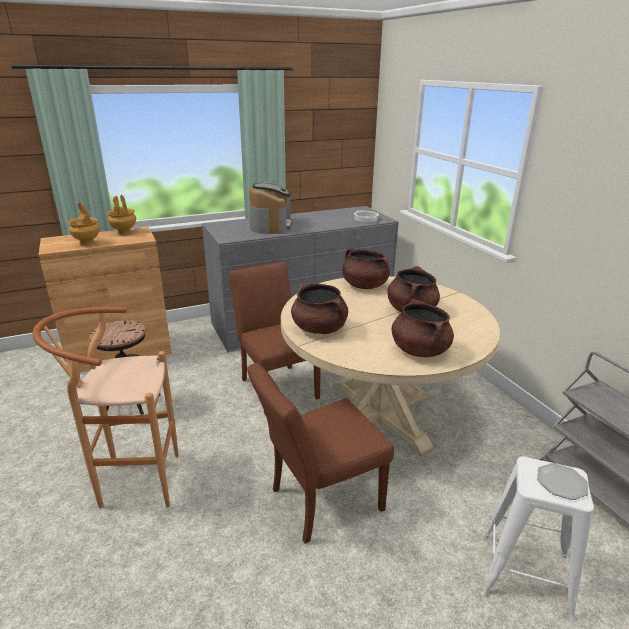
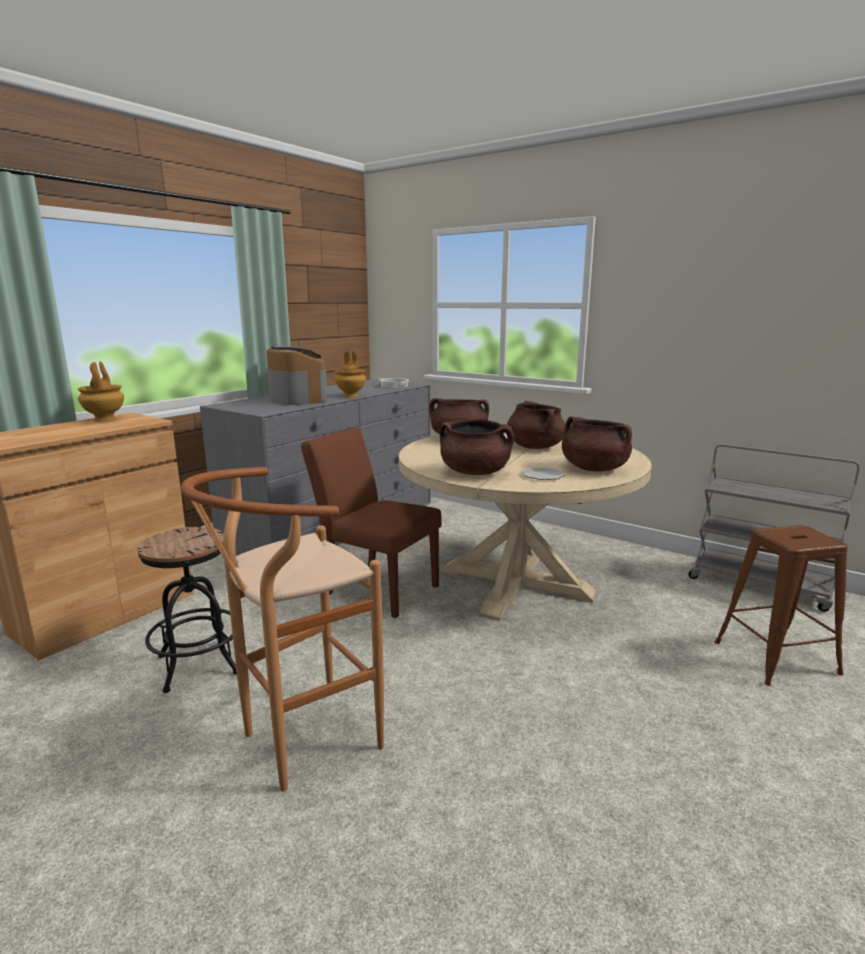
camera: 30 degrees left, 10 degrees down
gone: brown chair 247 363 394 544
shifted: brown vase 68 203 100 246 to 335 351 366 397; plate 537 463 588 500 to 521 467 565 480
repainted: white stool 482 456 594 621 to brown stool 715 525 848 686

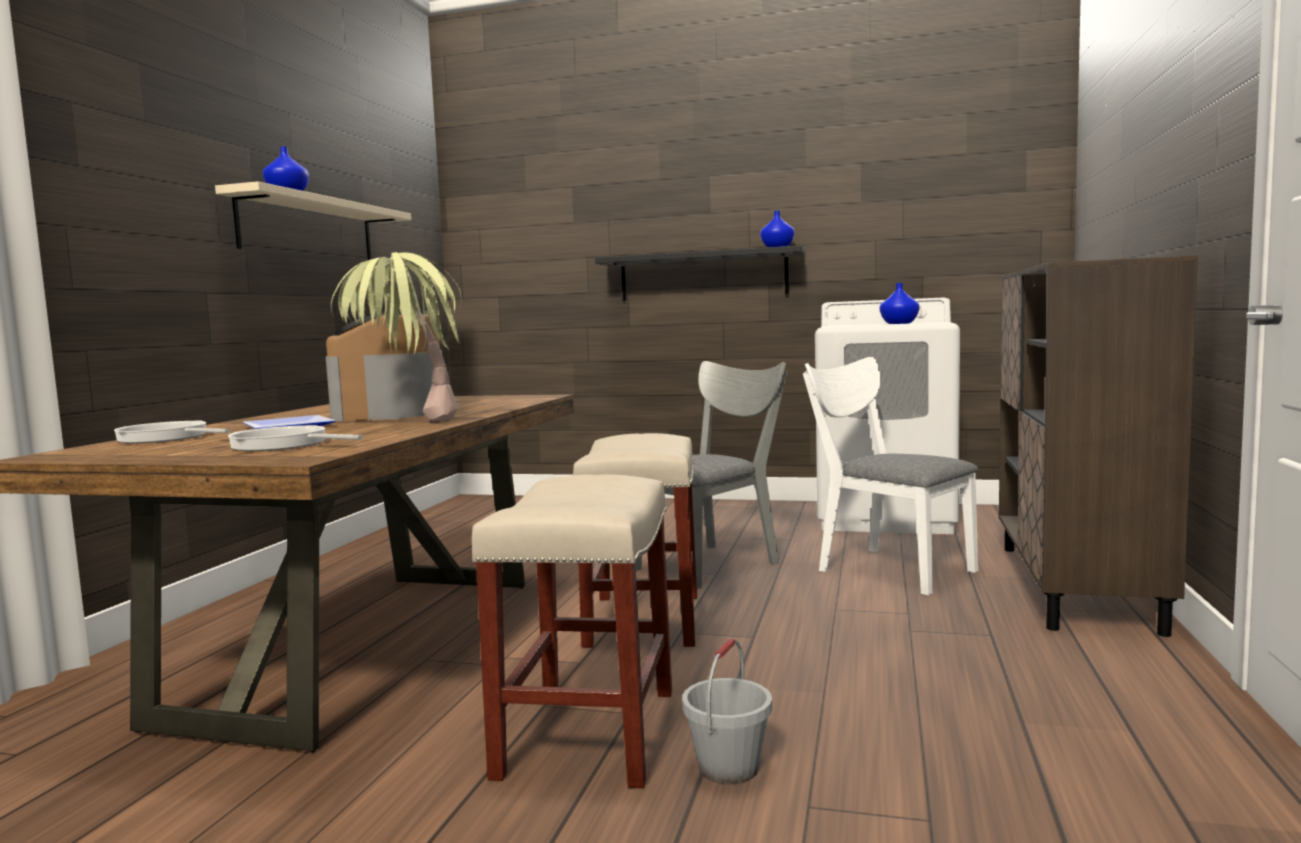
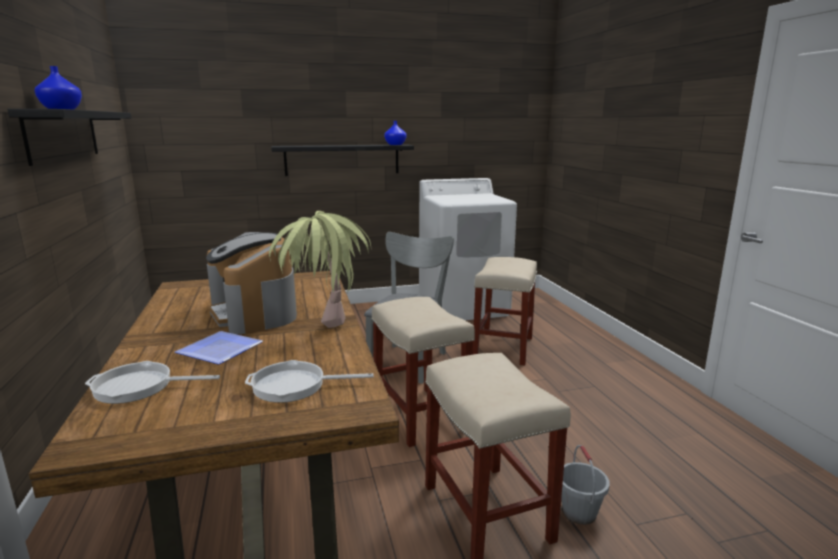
camera: 30 degrees left, 10 degrees up
gone: blue vase 880 283 920 324; brown cabinet 999 255 1198 637
swapped: white chair 803 357 978 595 to beige stool 473 257 537 365
repainted: beige shelf 215 181 411 260 to black shelf 7 109 131 166

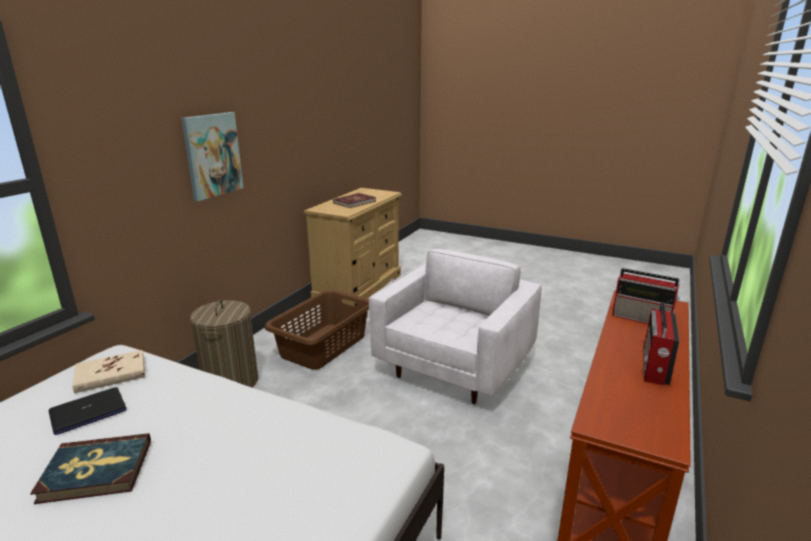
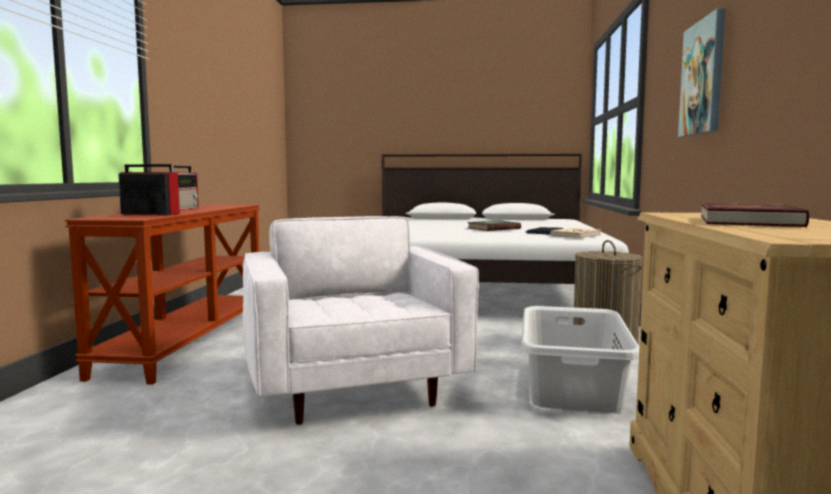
camera: 160 degrees right, 15 degrees down
repainted: brown laundry basket 265 289 369 370 to grey laundry basket 521 306 639 413
rotated: white armchair 369 249 542 404 = 243 216 479 425 150 degrees clockwise

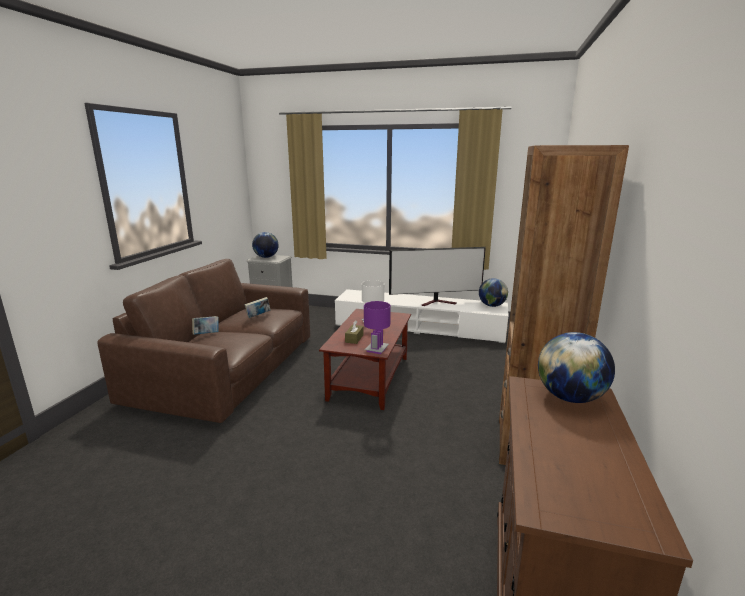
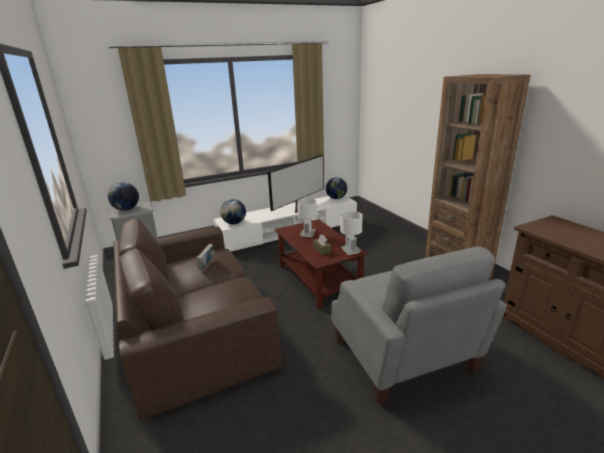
camera: 40 degrees left, 5 degrees up
gone: book 192 316 219 335
new: grey armchair 331 246 507 405
shifted: globe 538 332 615 403 to 220 199 246 225
repainted: purple table lamp 364 301 391 354 to white table lamp 340 211 363 255

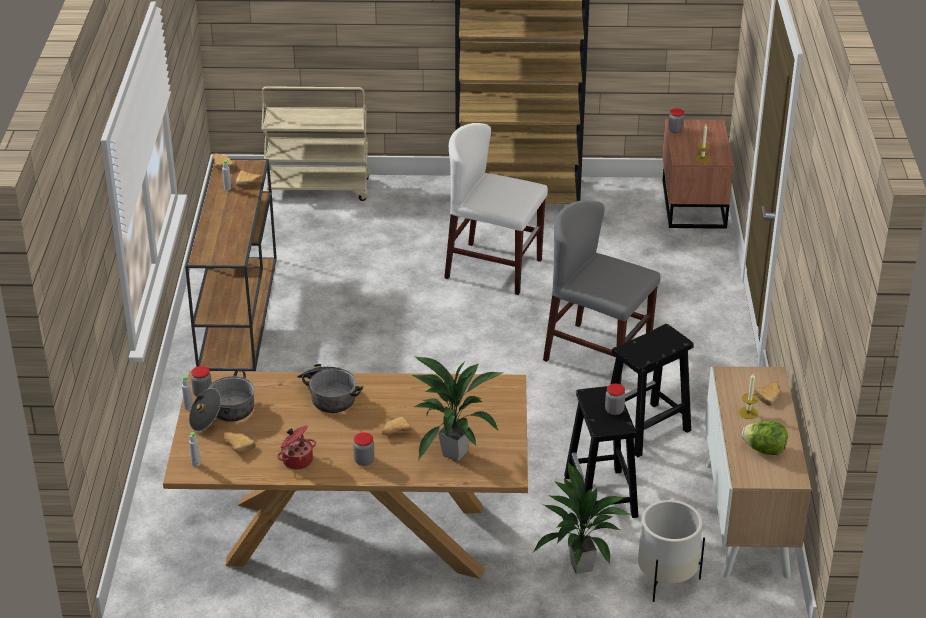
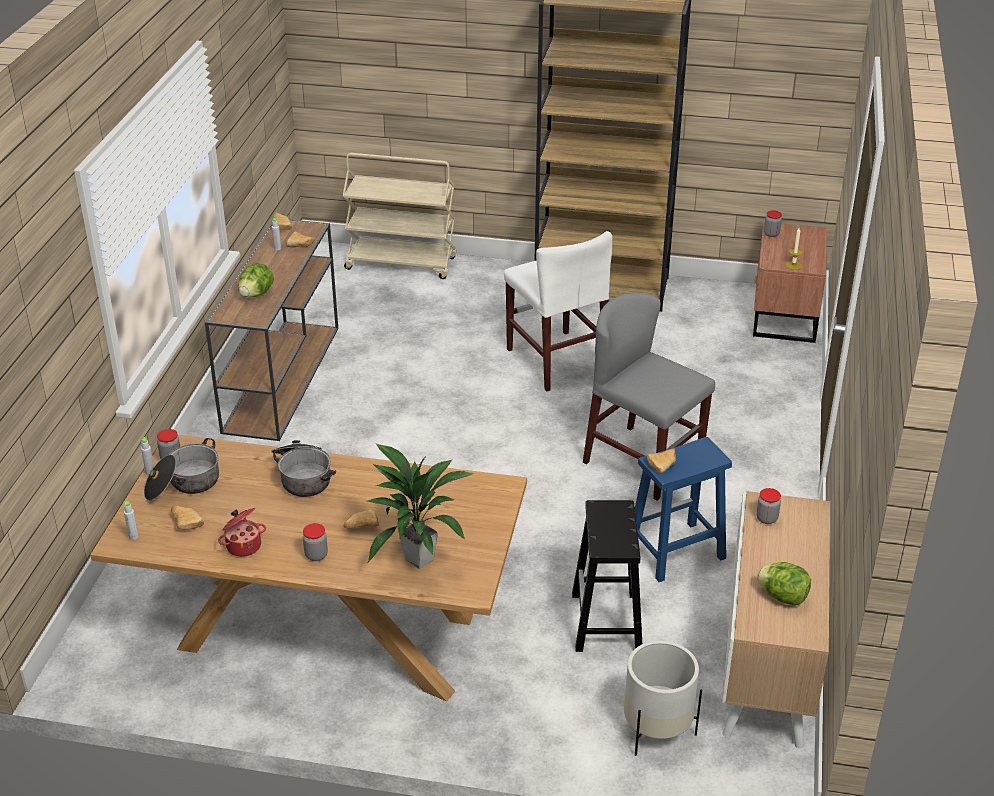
camera: 10 degrees right, 0 degrees up
gone: potted plant 533 462 631 574; candle 739 373 758 419
new: lettuce 238 263 274 297
shifted: jar 605 384 625 415 to 756 488 781 524; bread 754 381 781 406 to 647 448 676 474
repainted: black stool 610 324 694 458 to blue stool 635 437 732 582
rotated: white chair 444 123 548 295 = 504 231 612 391 150 degrees counterclockwise

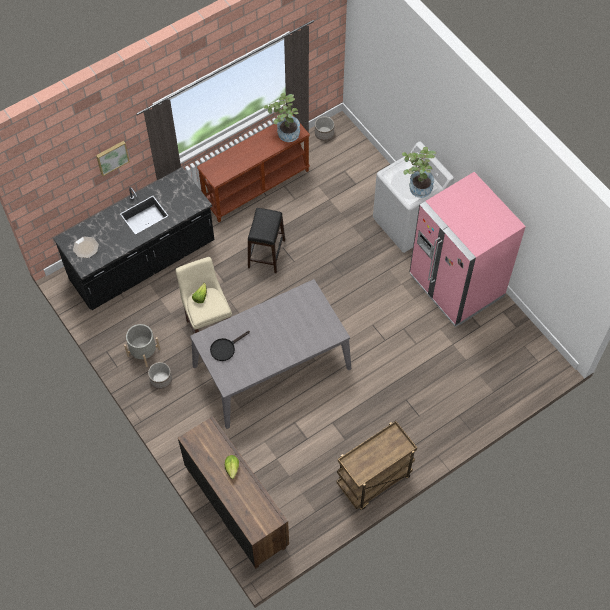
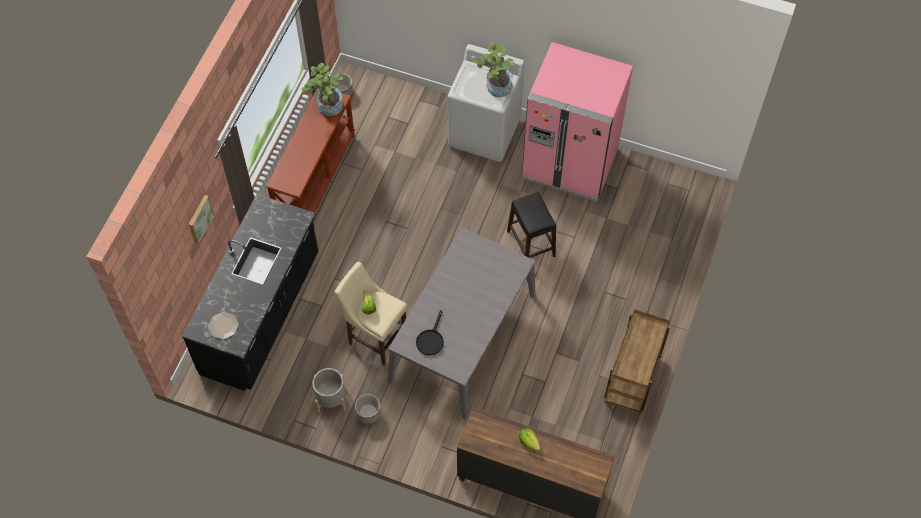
camera: 35 degrees left, 0 degrees up
shifted: black stool 248 208 285 273 to 507 192 556 258

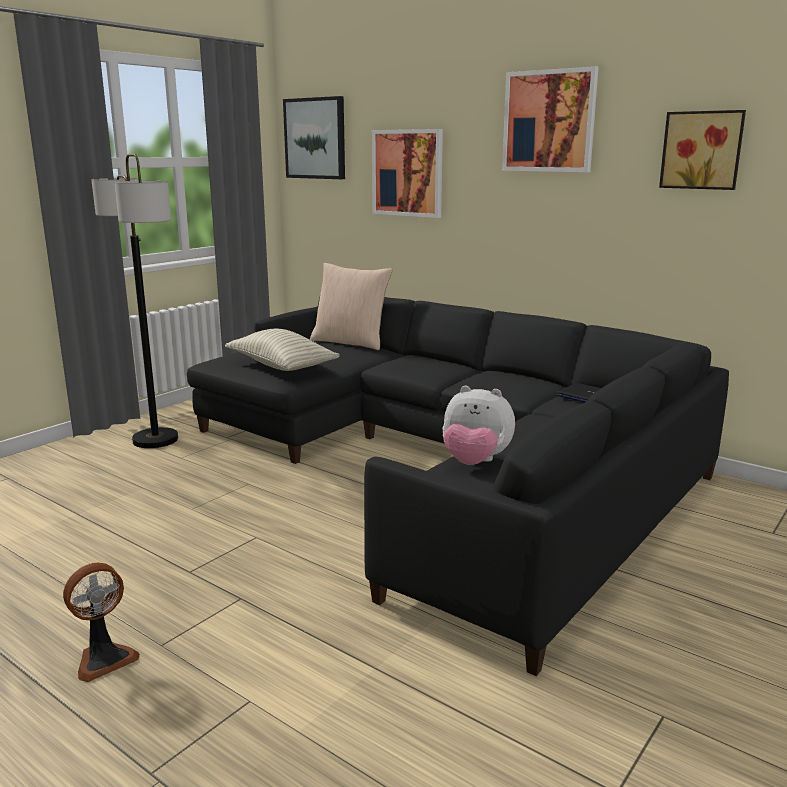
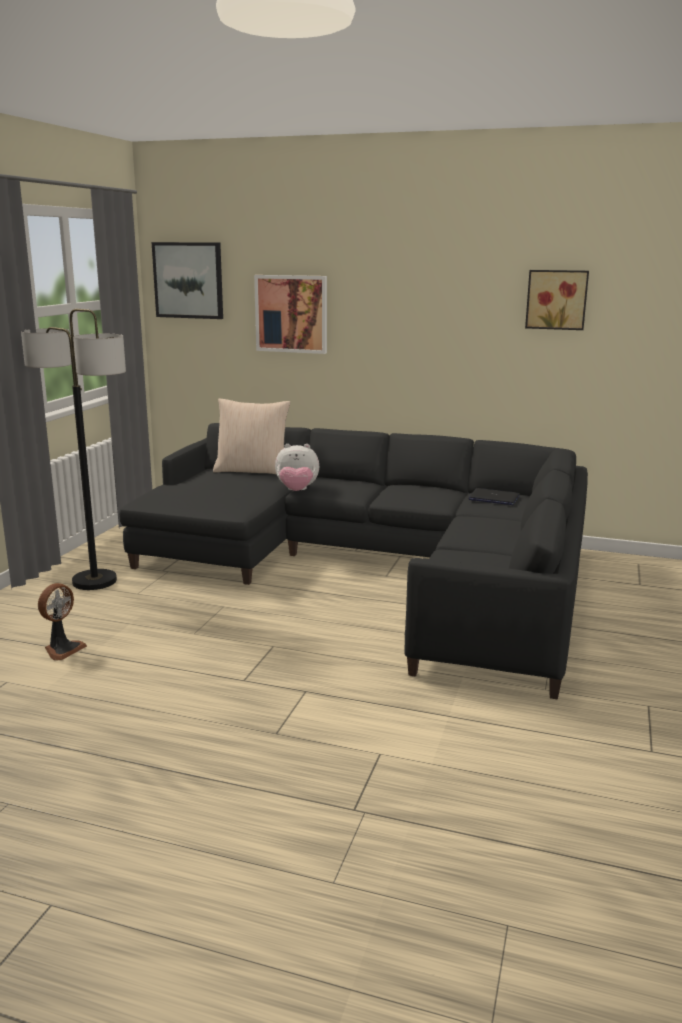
camera: 20 degrees left, 0 degrees up
gone: pillow 225 329 340 371; picture 502 66 599 172
shifted: fan 63 563 140 682 to 38 583 87 660; plush toy 442 386 515 465 to 275 444 319 491

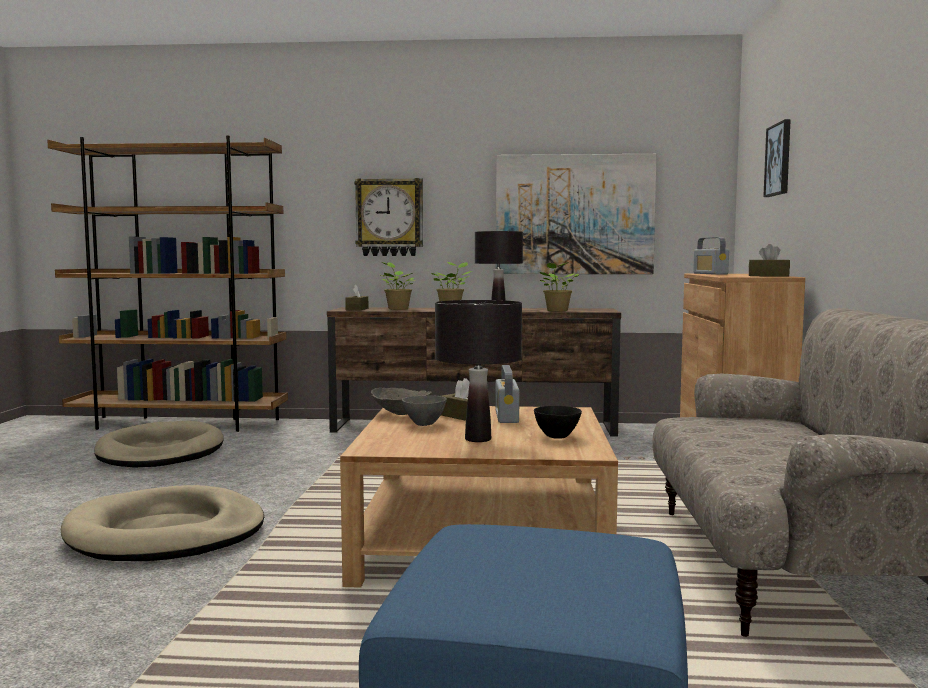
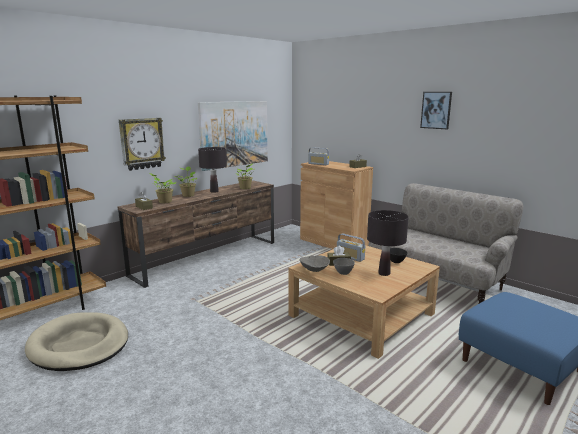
camera: 50 degrees left, 10 degrees up
gone: beige dog bed 61 485 264 561
shifted: picture 763 119 791 197 to 420 92 452 129

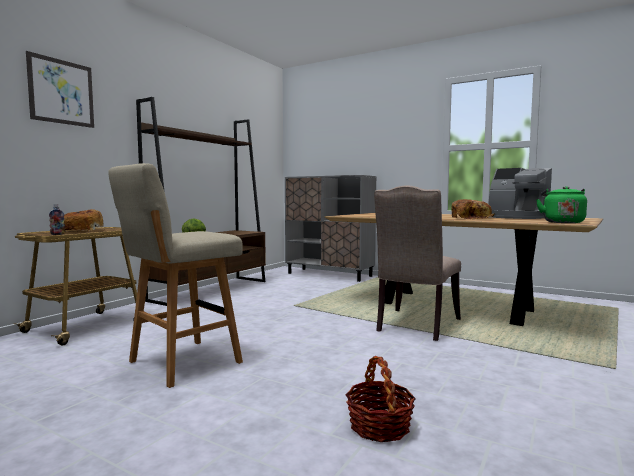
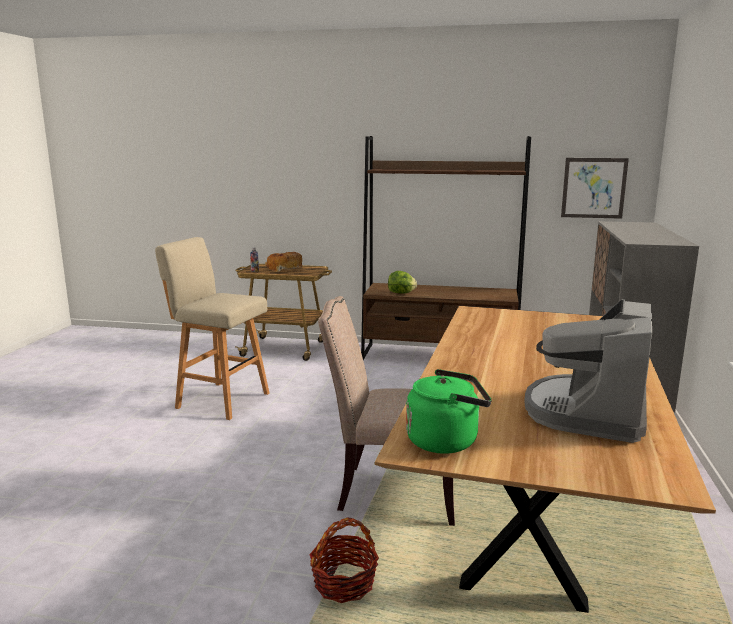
camera: 70 degrees right, 10 degrees up
gone: bread 451 199 495 219
shifted: picture 26 51 94 128 to 561 158 629 219; basket 345 356 416 442 to 309 518 379 603

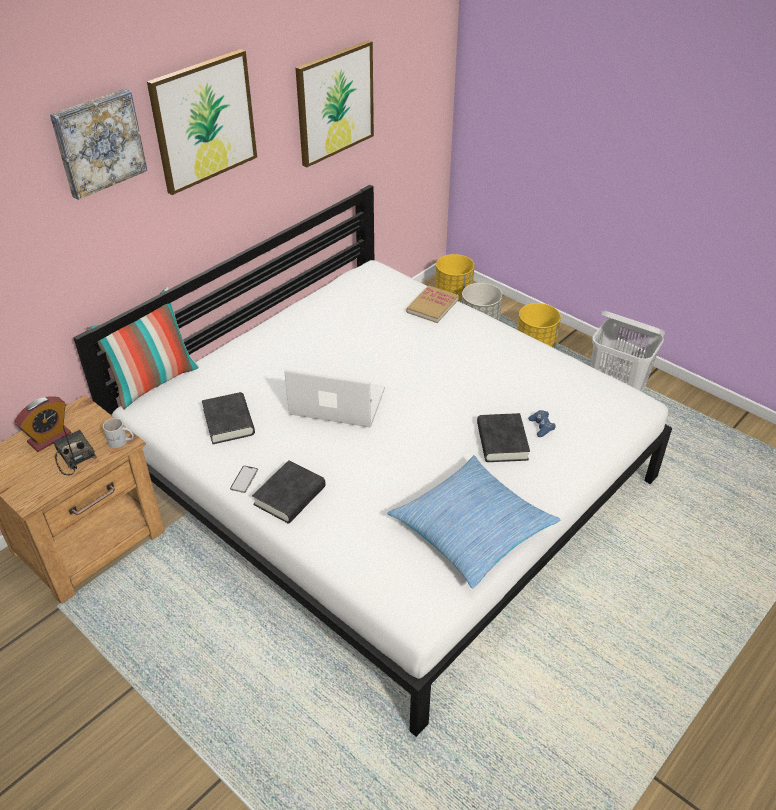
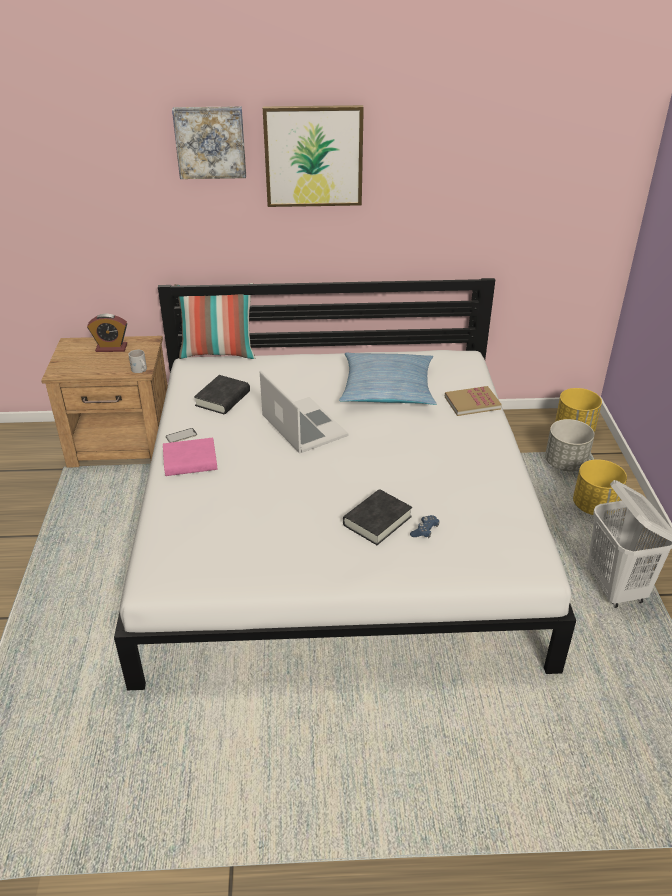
camera: 45 degrees right, 5 degrees down
gone: radio 53 426 97 476; picture 295 40 374 167
shifted: pillow 387 455 561 588 to 339 353 437 405
repainted: black book 252 460 326 524 to pink book 163 438 217 476

